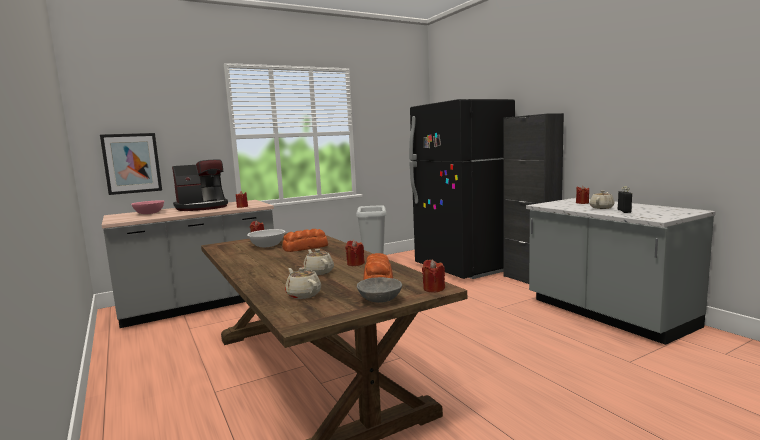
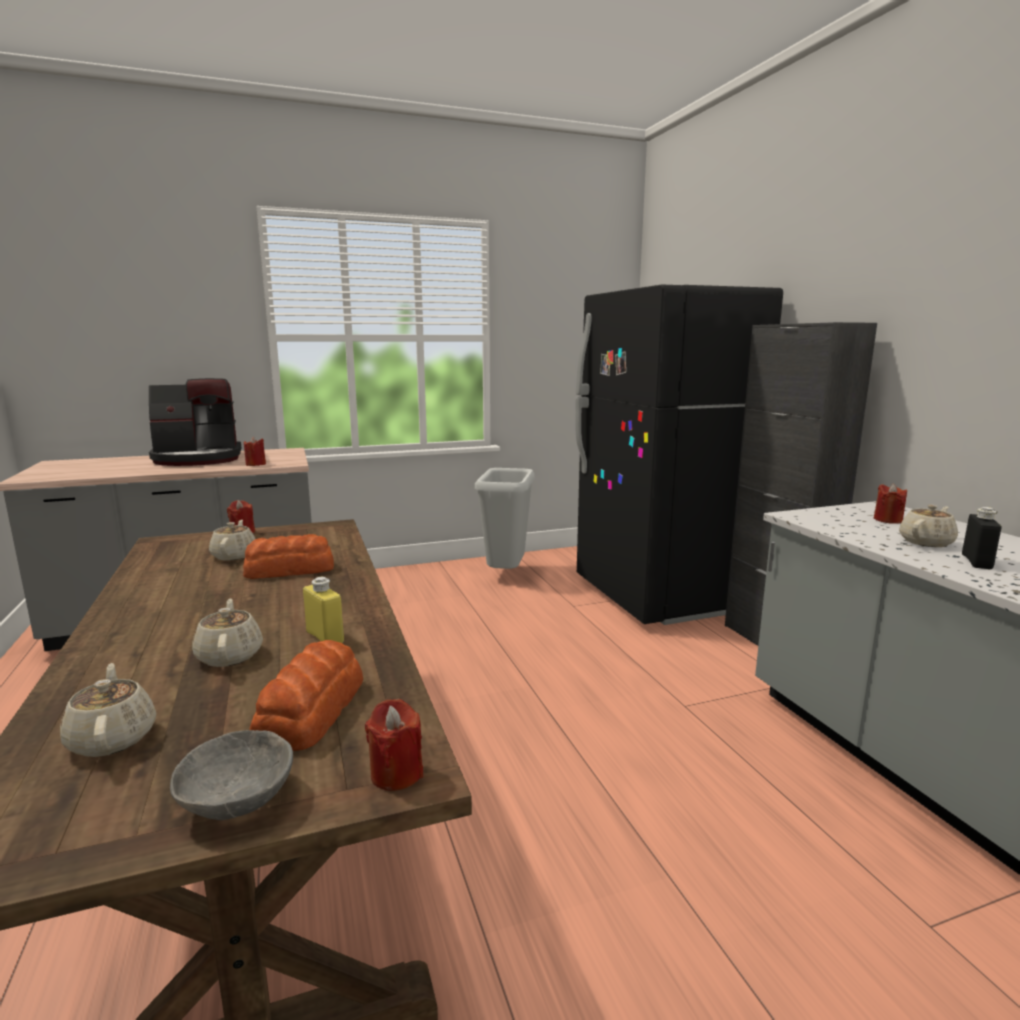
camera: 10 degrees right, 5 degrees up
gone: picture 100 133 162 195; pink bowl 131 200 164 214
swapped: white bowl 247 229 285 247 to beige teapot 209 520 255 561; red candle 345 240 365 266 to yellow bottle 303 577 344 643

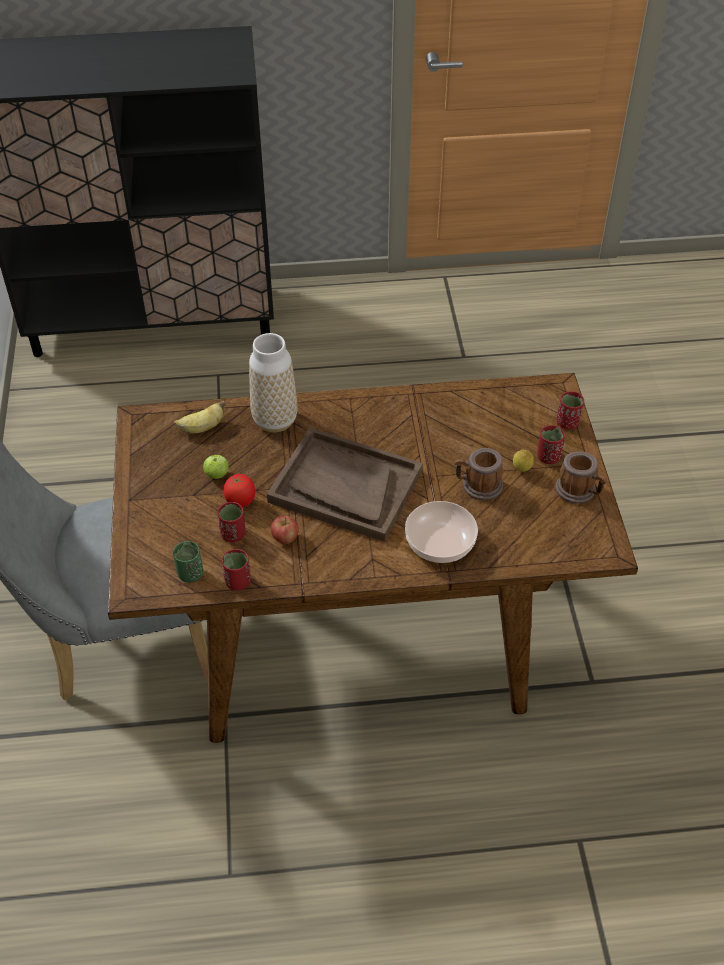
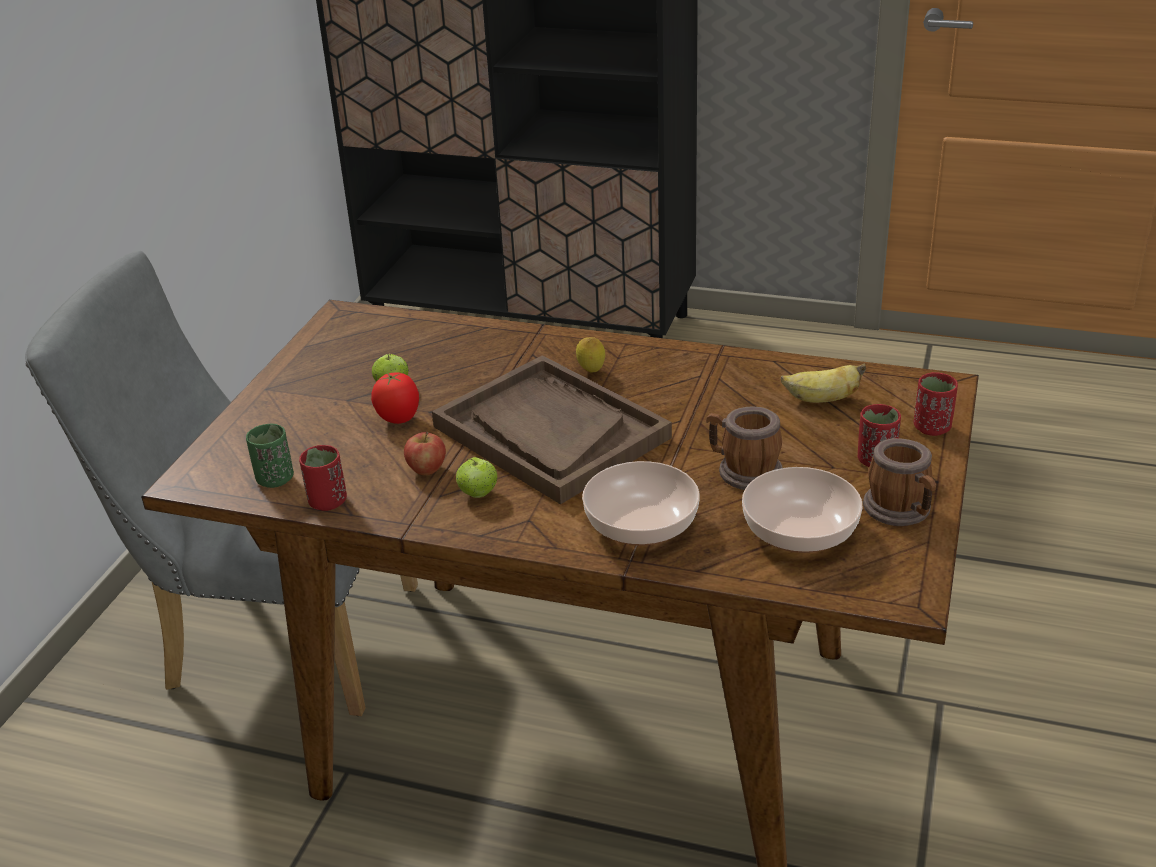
camera: 25 degrees right, 15 degrees down
gone: red cup 218 502 246 543; vase 249 333 297 432
new: apple 456 457 497 498; bowl 742 467 863 553
shifted: banana 174 401 226 434 to 781 364 866 403; lemon 513 450 534 472 to 576 337 605 372

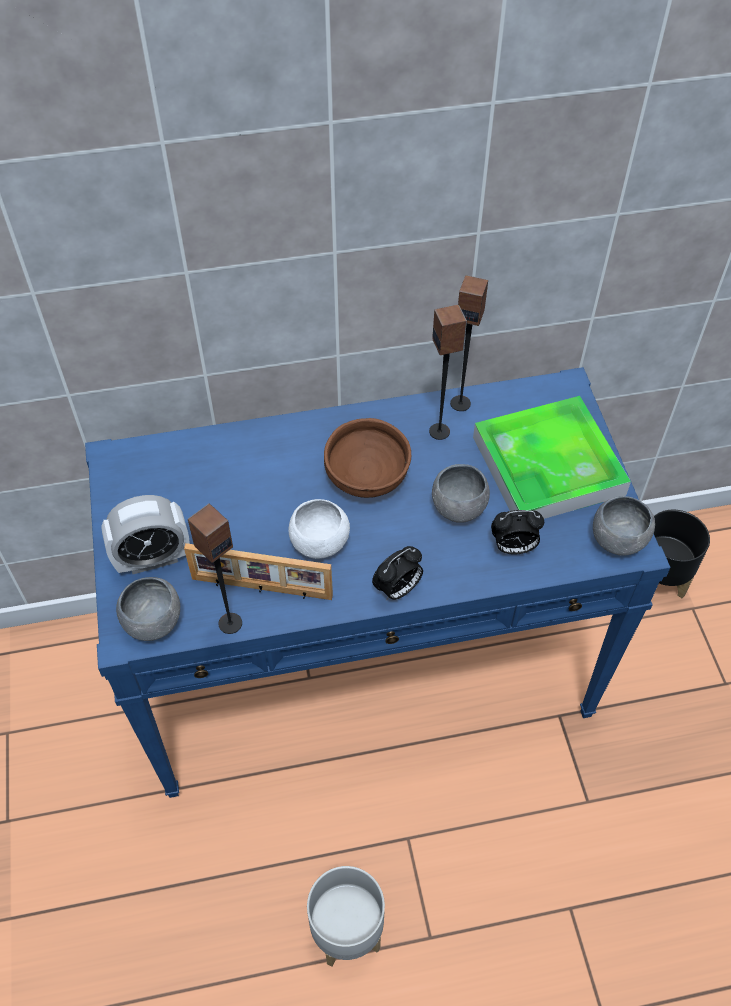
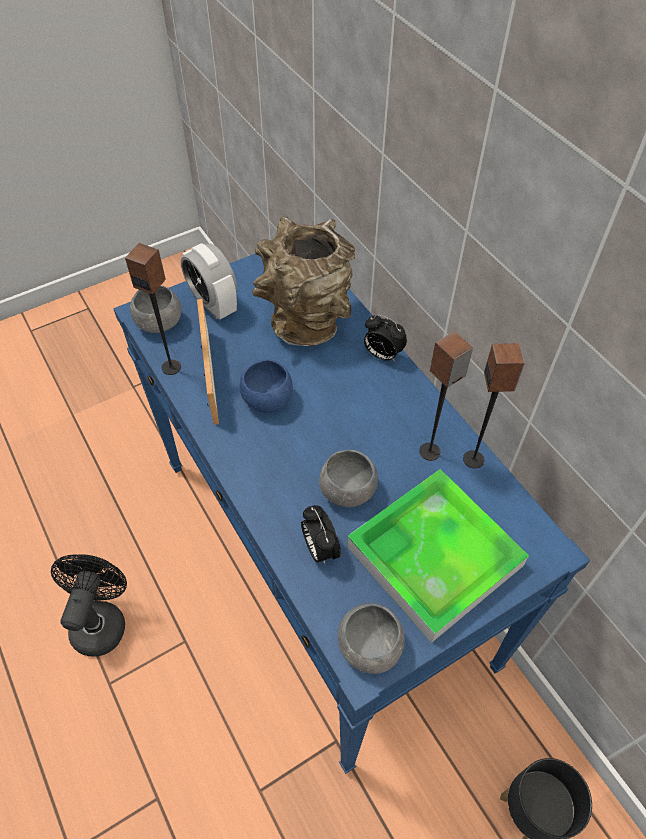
camera: 70 degrees right, 0 degrees up
gone: brown bowl 324 418 411 498
new: brown vase 252 216 355 346
shifted: alarm clock 372 546 423 601 to 364 315 407 362
swapped: grey planter 307 866 385 967 to black fan 51 555 127 657
repainted: white bowl 288 499 350 559 to blue bowl 240 359 293 413

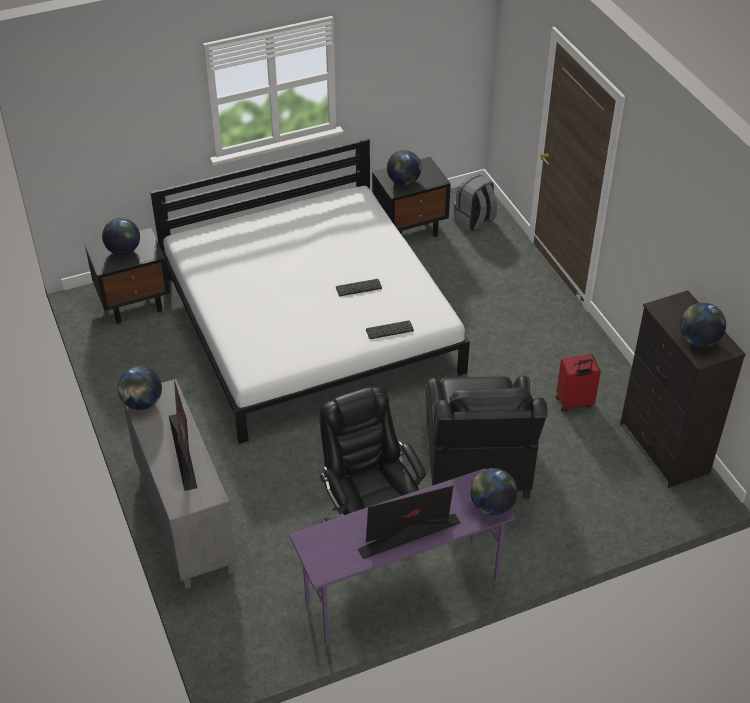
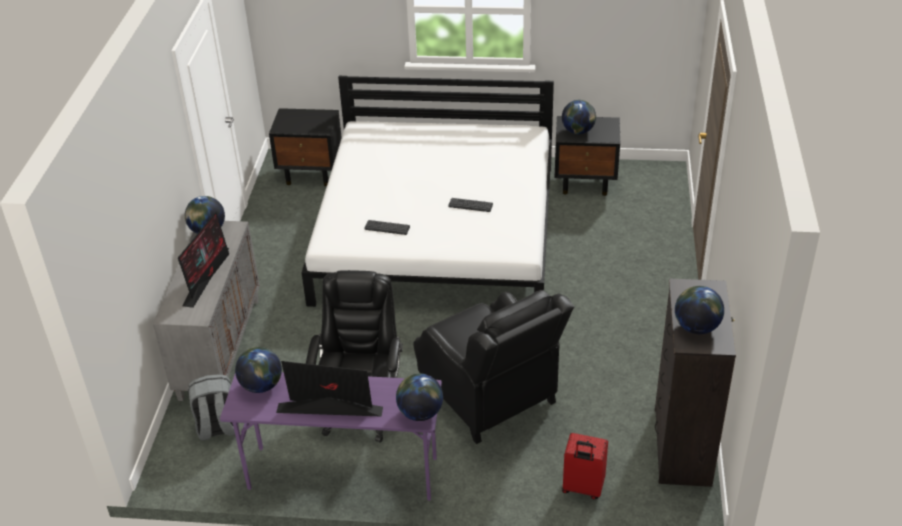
camera: 30 degrees right, 5 degrees down
shifted: globe 102 218 140 255 to 235 347 282 393; keyboard 366 320 414 339 to 364 220 410 235; grey backpack 454 174 497 231 to 188 374 239 441; red suitcase 556 354 601 412 to 562 433 608 499
rotated: black armchair 424 376 548 499 = 414 290 575 444 60 degrees counterclockwise

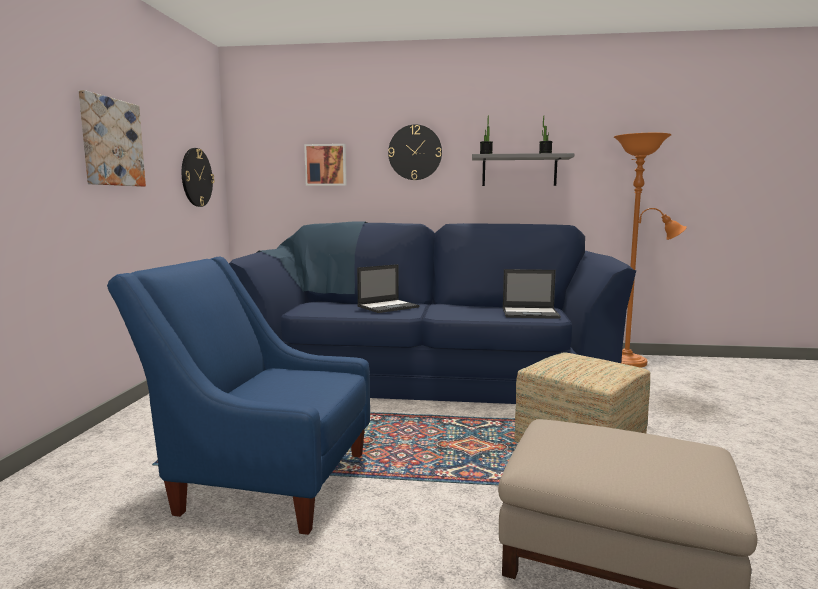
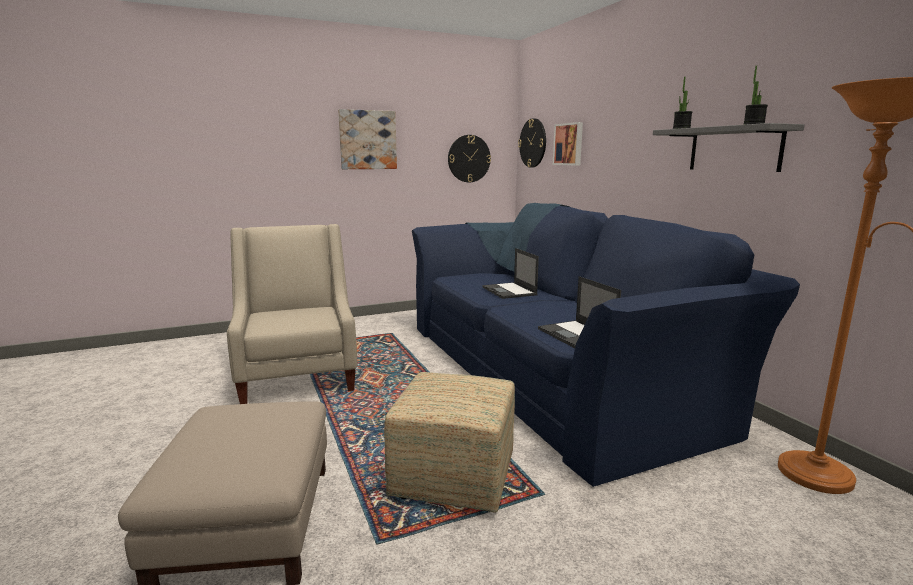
camera: 60 degrees right, 5 degrees up
shifted: wall clock 388 124 442 180 to 518 118 546 168
repainted: blue armchair 107 257 370 535 to beige armchair 227 224 357 404
rotated: laptop 357 264 420 313 = 483 248 539 299 45 degrees clockwise

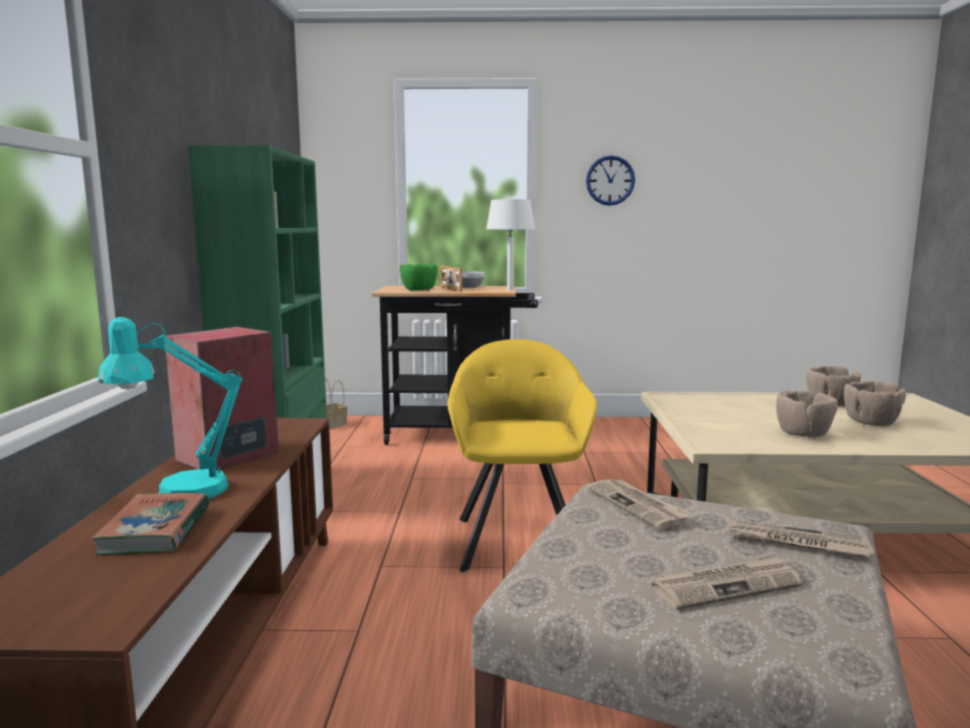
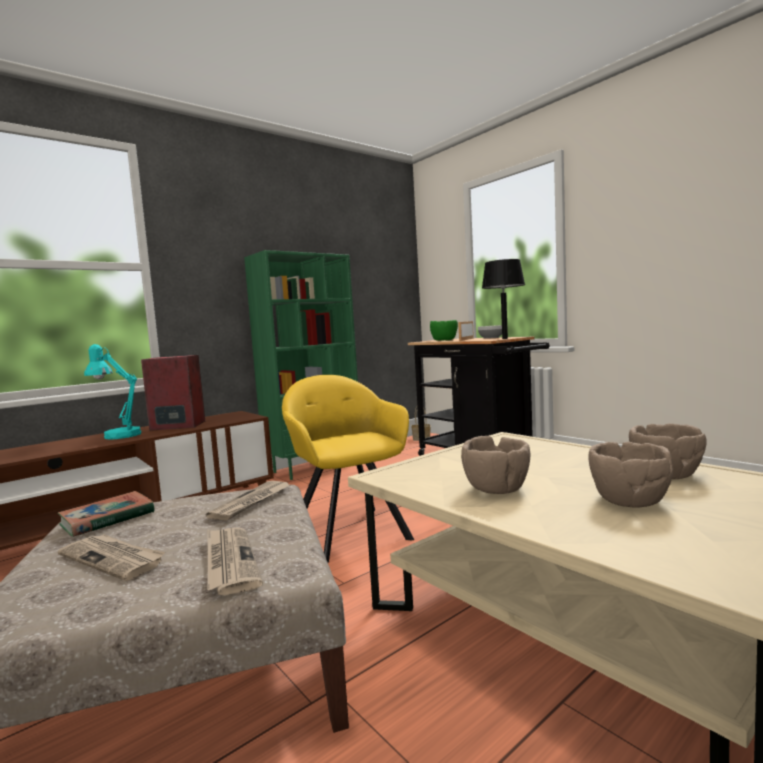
camera: 50 degrees right, 5 degrees down
gone: wall clock 586 155 635 206
shifted: book 91 493 209 555 to 58 491 155 537
repainted: white table lamp 486 199 535 290 to black table lamp 482 259 525 339
rotated: yellow armchair 447 339 597 572 = 282 375 414 563 75 degrees counterclockwise

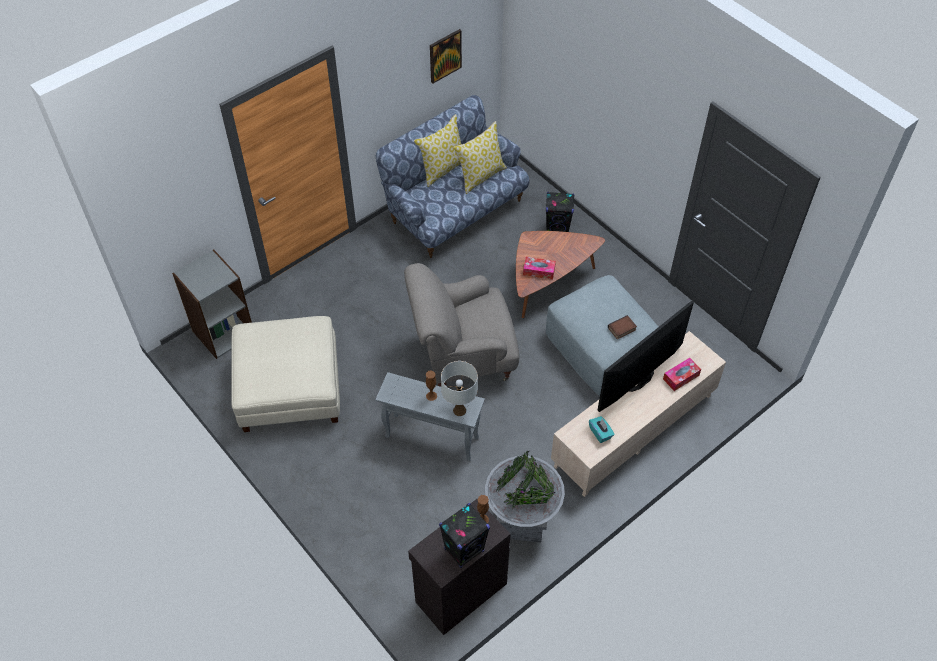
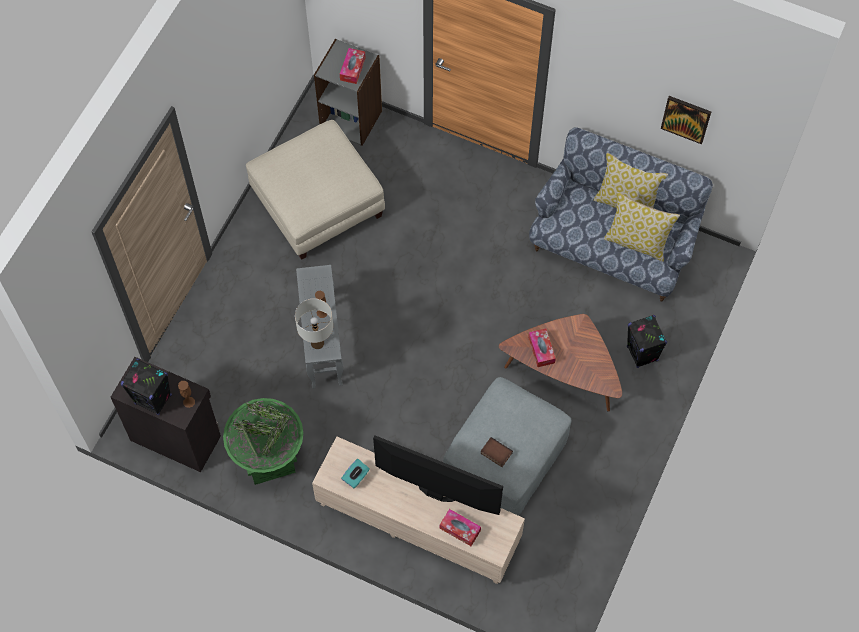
camera: 65 degrees right, 10 degrees up
gone: grey armchair 404 263 519 387
new: tissue box 340 48 365 84
repainted: grey planter 485 451 565 543 to green planter 223 398 303 485

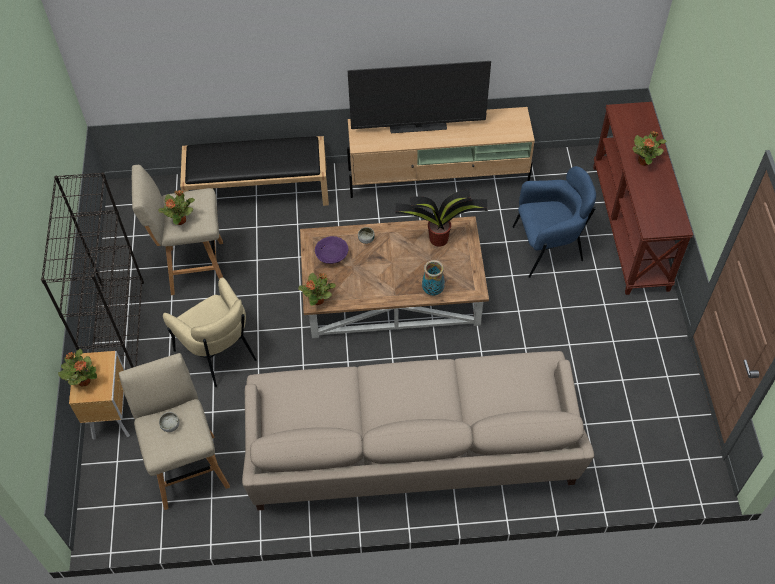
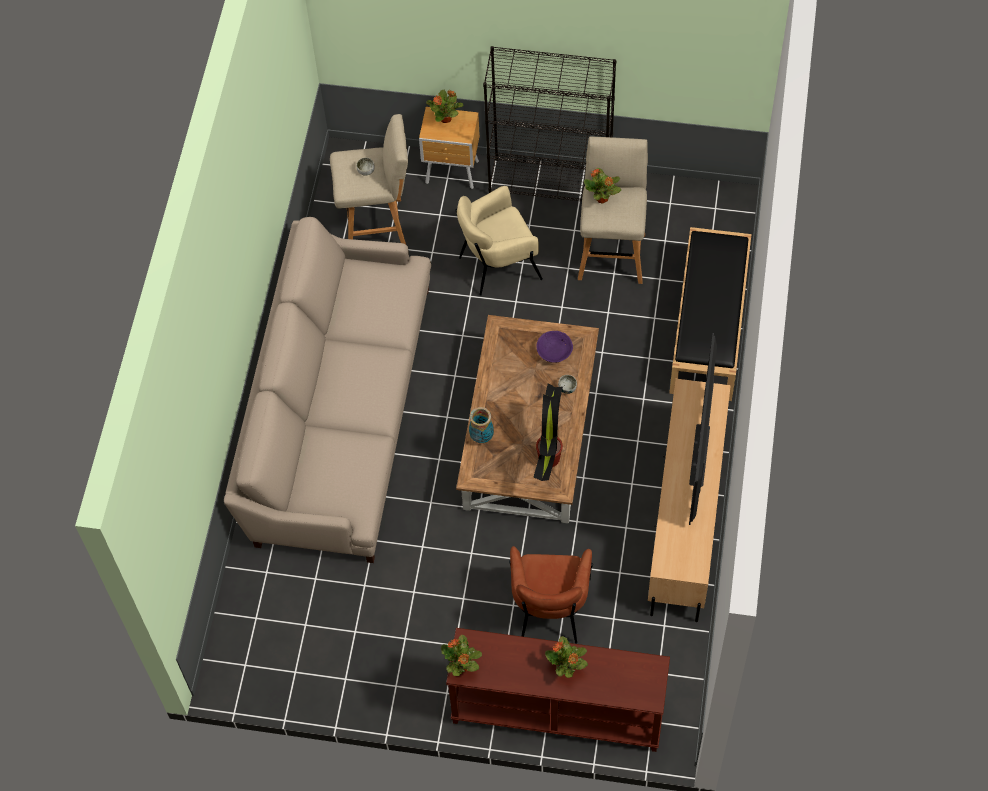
camera: 105 degrees right, 5 degrees up
shifted: potted plant 298 273 336 306 to 441 635 482 676
repainted: blue armchair 512 166 596 278 to brown armchair 509 546 593 644

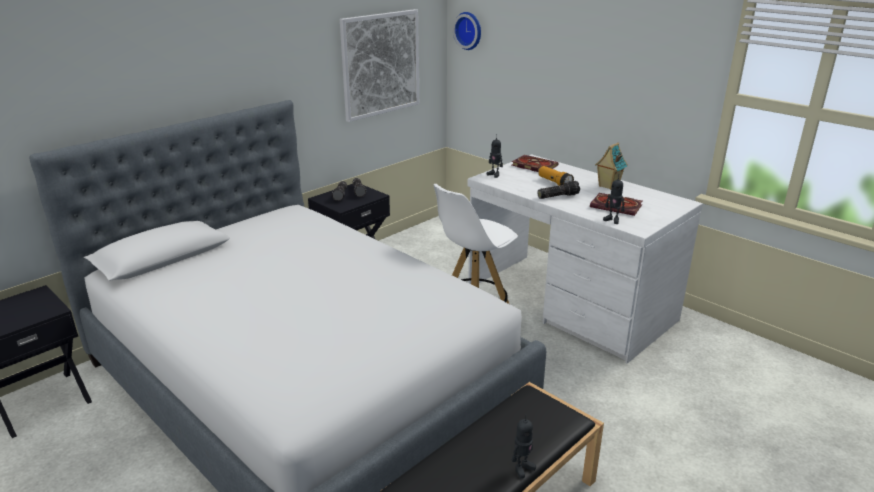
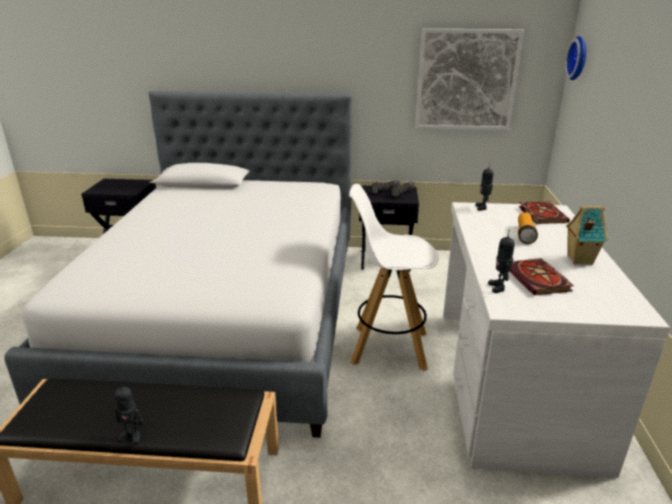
camera: 50 degrees right, 0 degrees up
gone: flashlight 537 181 580 199

